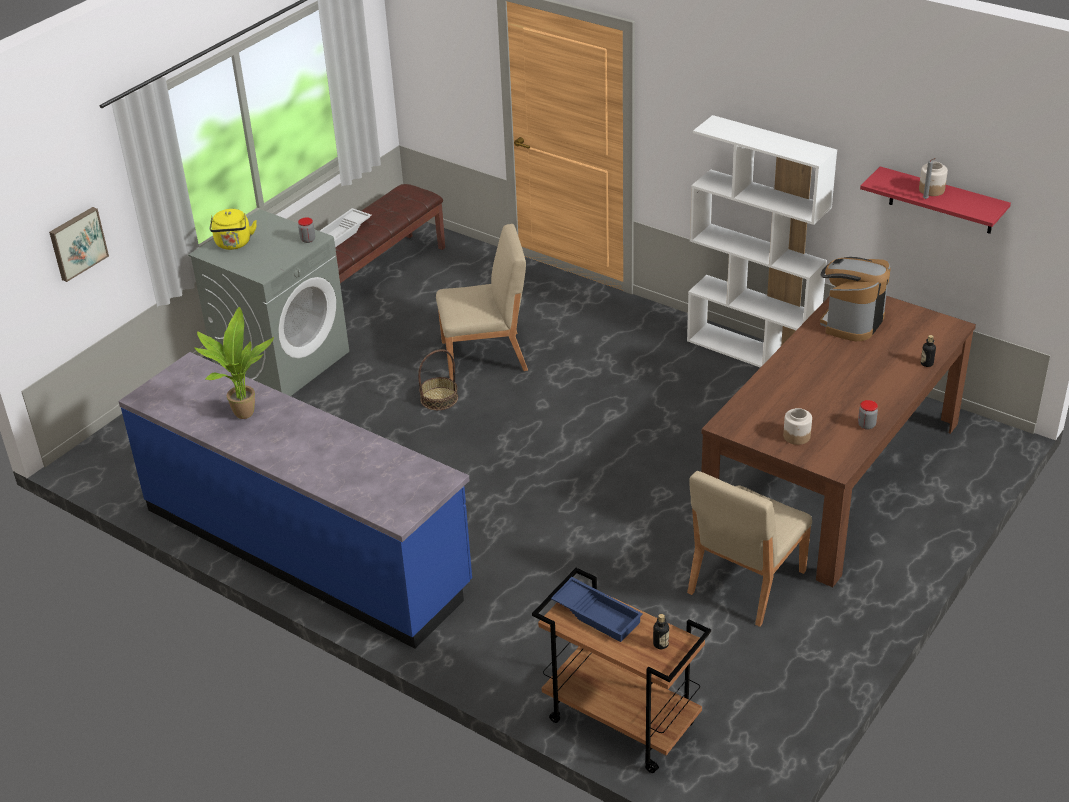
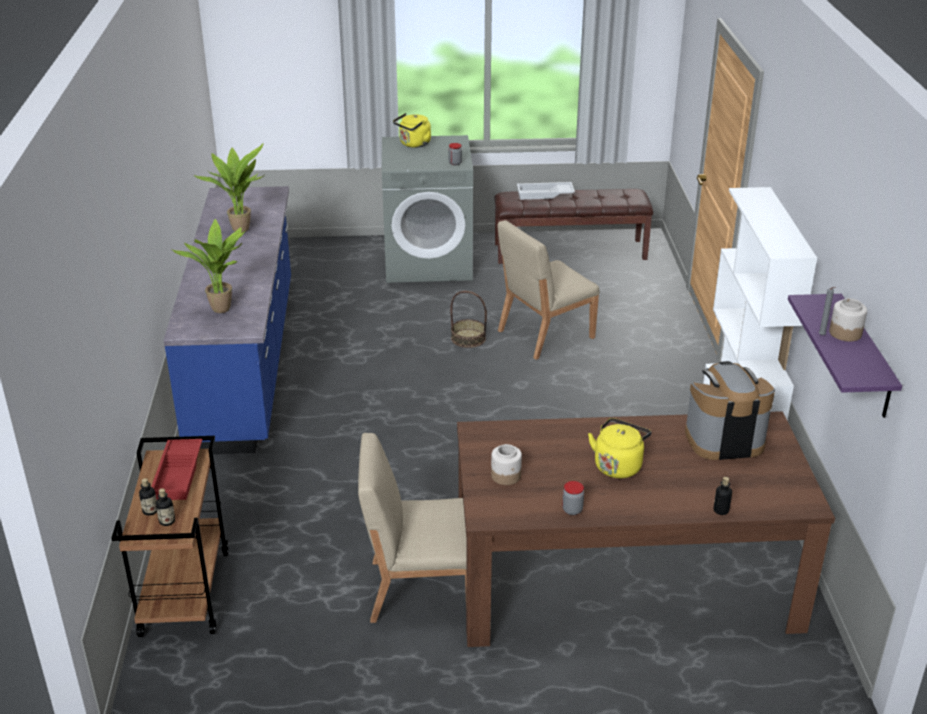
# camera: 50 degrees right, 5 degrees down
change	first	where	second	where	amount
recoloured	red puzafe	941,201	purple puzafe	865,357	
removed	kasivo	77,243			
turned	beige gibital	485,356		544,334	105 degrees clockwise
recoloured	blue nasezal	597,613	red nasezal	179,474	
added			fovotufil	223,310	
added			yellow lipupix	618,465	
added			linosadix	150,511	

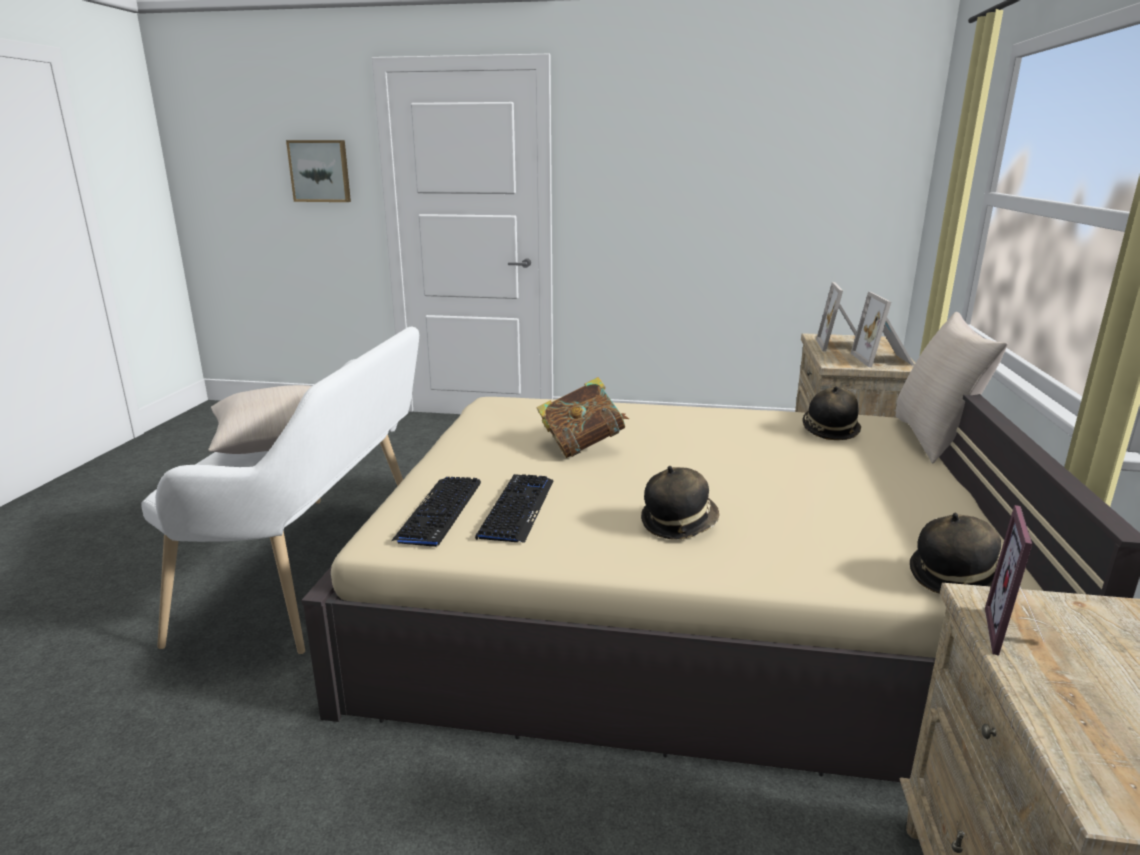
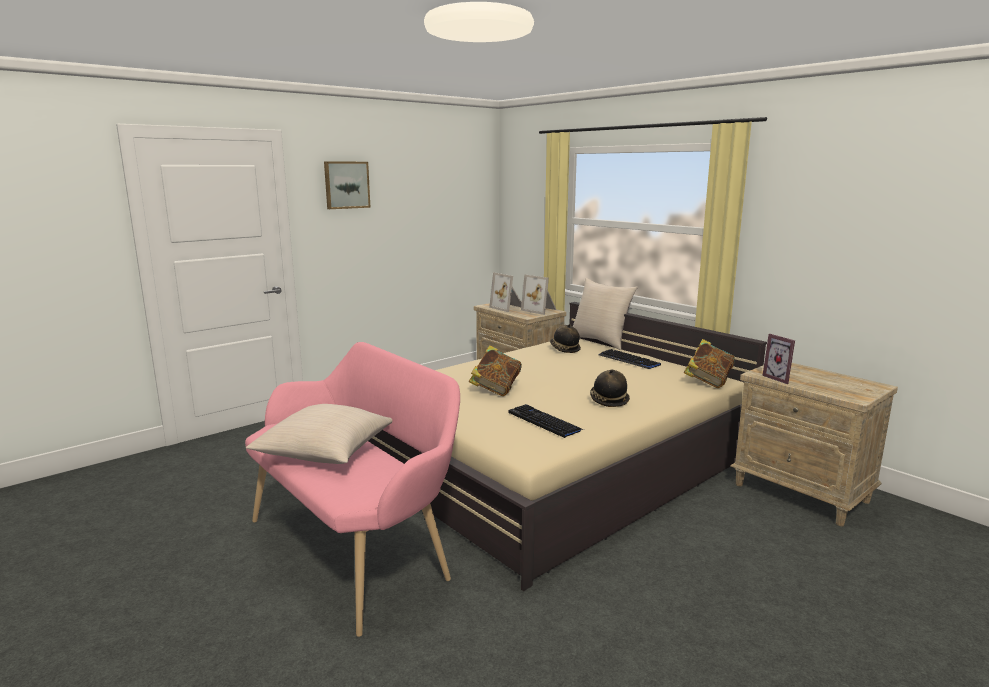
# camera: 50 degrees left, 5 degrees down
change	first	where	second	where	amount
moved	kasivo	320,171		346,185	
recoloured	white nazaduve	320,569	pink nazaduve	356,547	
moved	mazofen	439,512		629,360	
replaced	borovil	955,579	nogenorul	708,381	

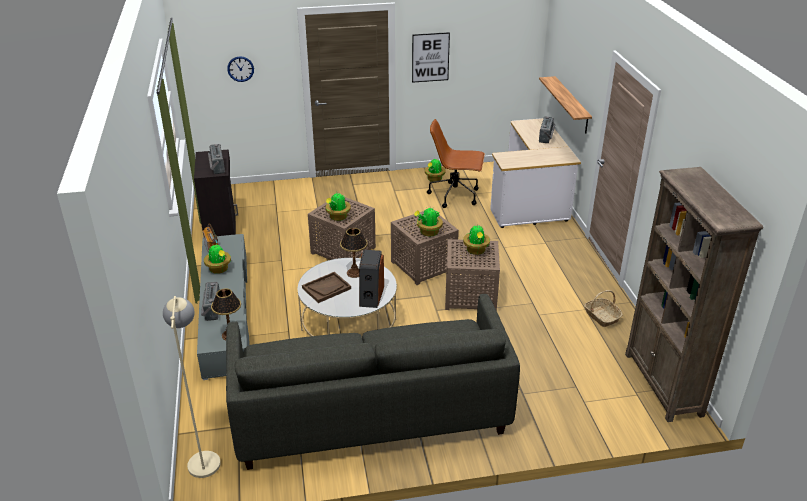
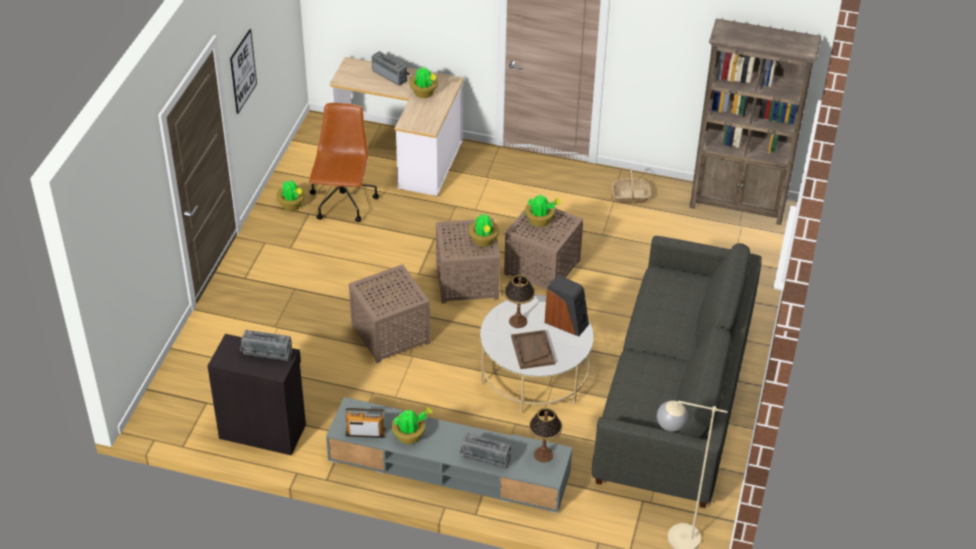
# camera: 65 degrees left, 10 degrees up
change	first	where	second	where	amount
removed	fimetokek	240,69			
removed	puzafe	571,105			
turned	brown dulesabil	455,195		343,203	150 degrees clockwise
moved	fovotufil	338,217		424,93	

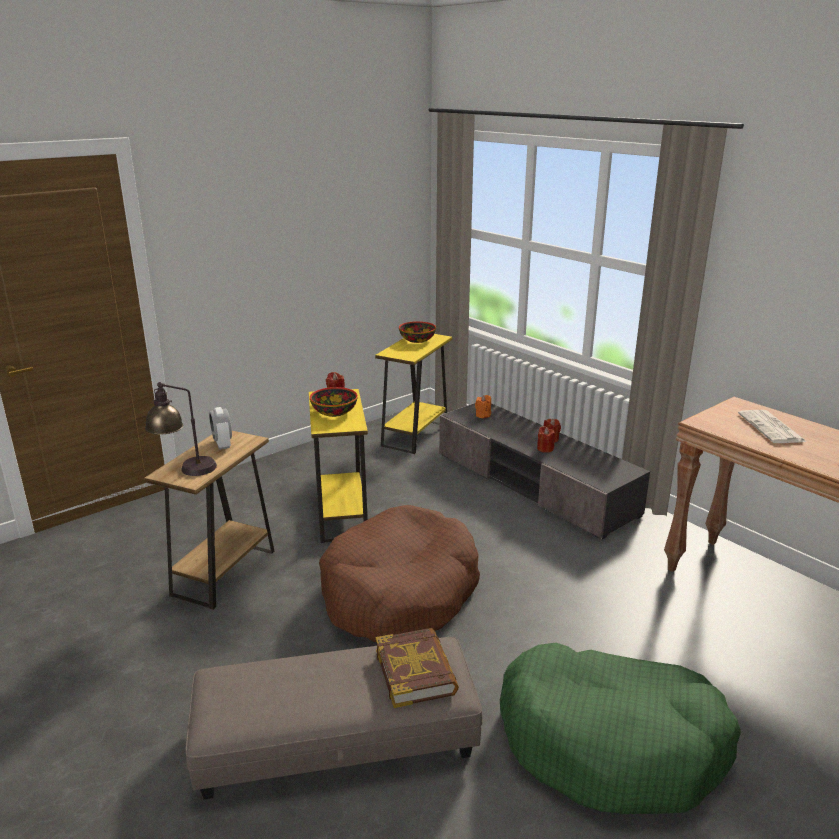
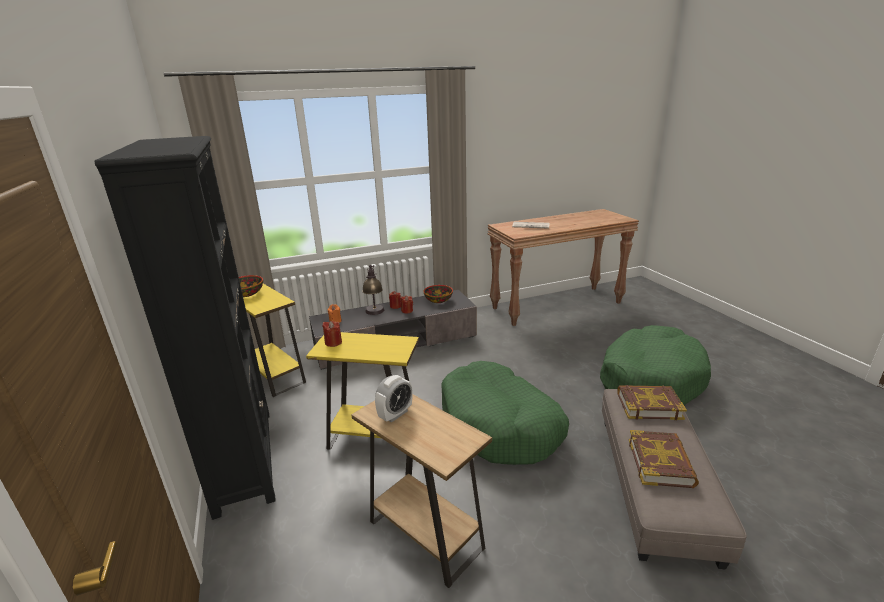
# camera: 70 degrees left, 0 degrees up
change	first	where	second	where	amount
moved	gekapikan	185,471		375,314	
moved	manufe	335,412		438,300	
turned	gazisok	222,444		395,414	45 degrees counterclockwise
recoloured	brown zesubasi	399,592	green zesubasi	500,425	
added			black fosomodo	244,458	
added			nogenorul	660,463	

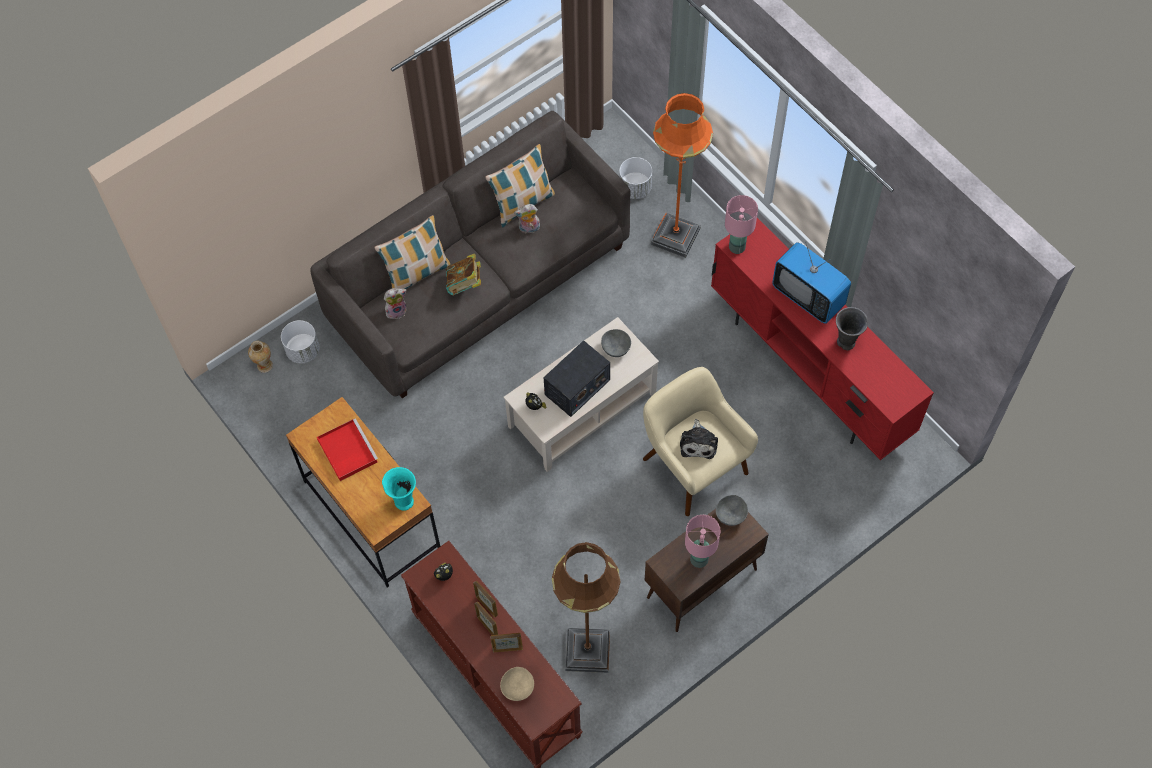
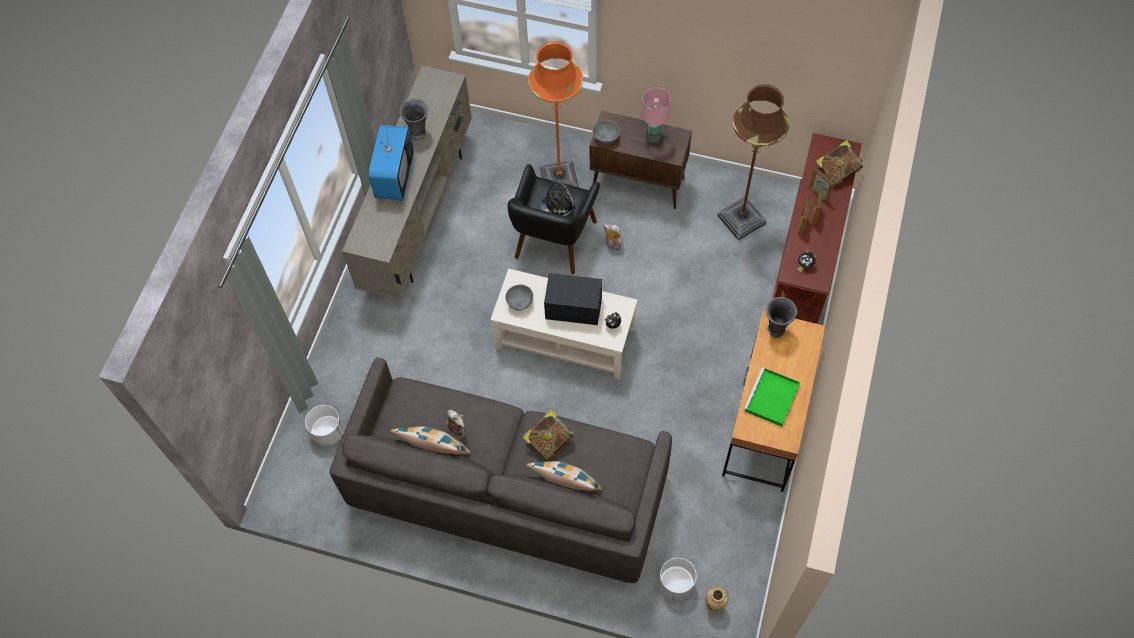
# camera: 125 degrees left, 0 degrees up
change	first	where	second	where	amount
moved	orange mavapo	675,236		559,179	
removed	pink gekapikan	737,247			
recoloured	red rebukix	810,371	beige rebukix	419,213	
moved	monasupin	396,310		612,245	
recoloured	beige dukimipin	693,465	black dukimipin	554,240	
recoloured	red nasezal	346,450	green nasezal	771,399	
recoloured	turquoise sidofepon	403,501	grey sidofepon	775,330	
replaced	beige manufe	518,688	nogenorul	837,171	

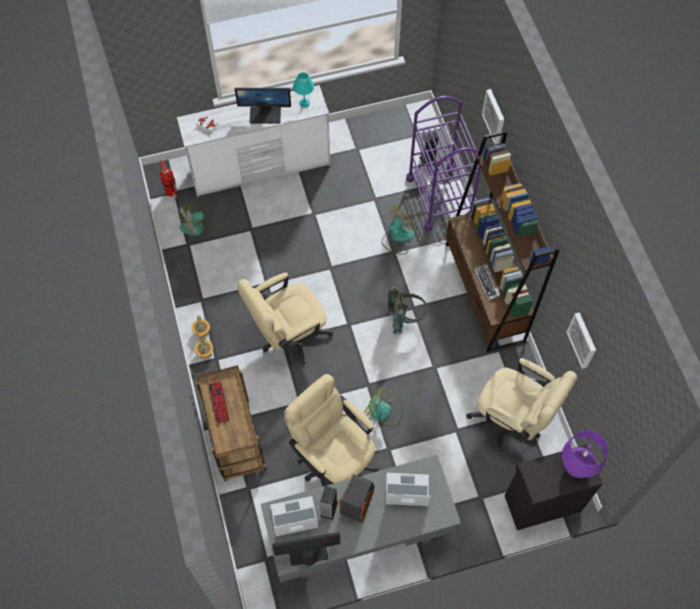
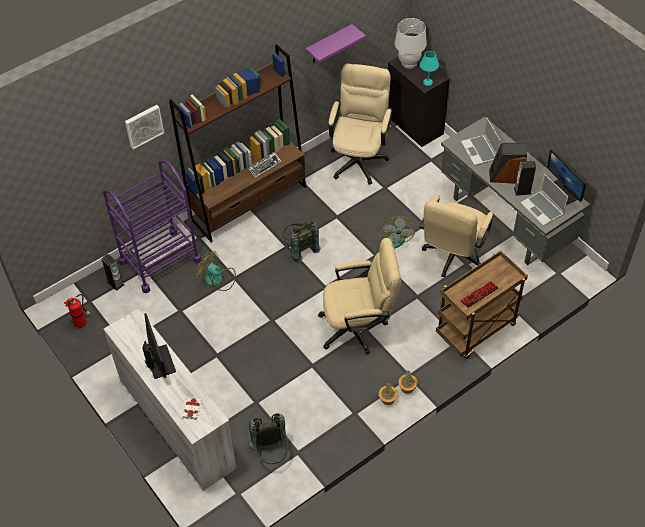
# camera: 110 degrees left, 10 degrees down
change	first	where	second	where	amount
moved	turquoise gekapikan	304,103		427,83	
moved	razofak	172,193		82,323	
replaced	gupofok	197,225	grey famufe	272,453	
turned	beige dulesabil	288,337		359,327	45 degrees counterclockwise
replaced	kasivo	583,340	purple puzafe	329,44	
recoloured	purple gekapikan	576,467	white gekapikan	409,63	

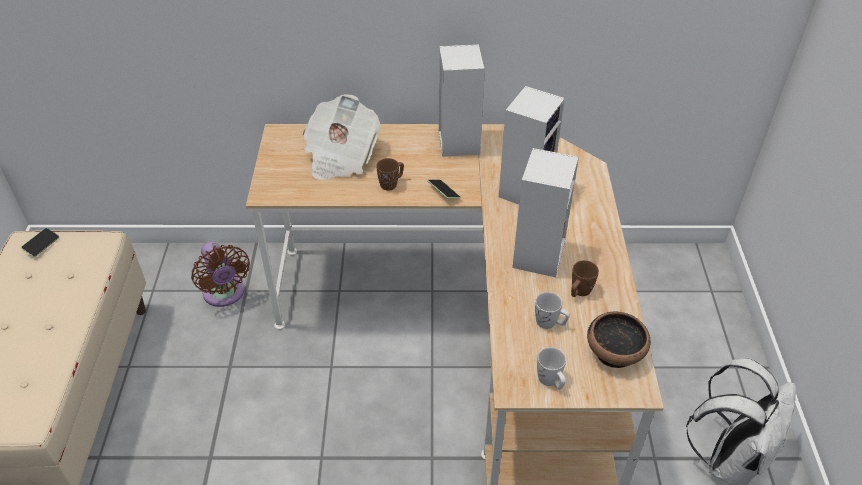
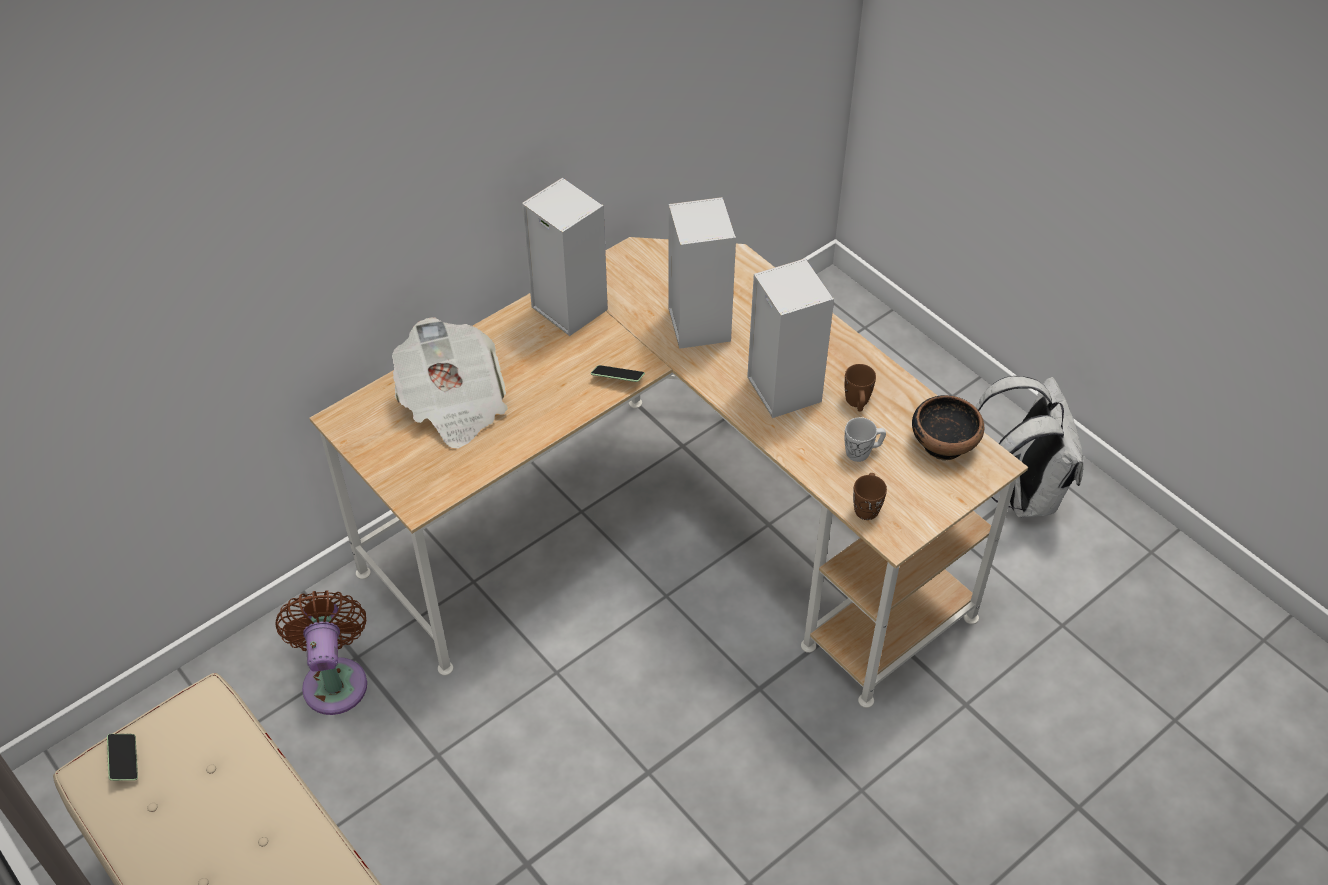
# camera: 40 degrees left, 5 degrees up
change	first	where	second	where	amount
moved	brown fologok	391,183		867,506	
turned	brown gupofok	225,294		335,679	120 degrees counterclockwise
removed	white fologok	551,381			

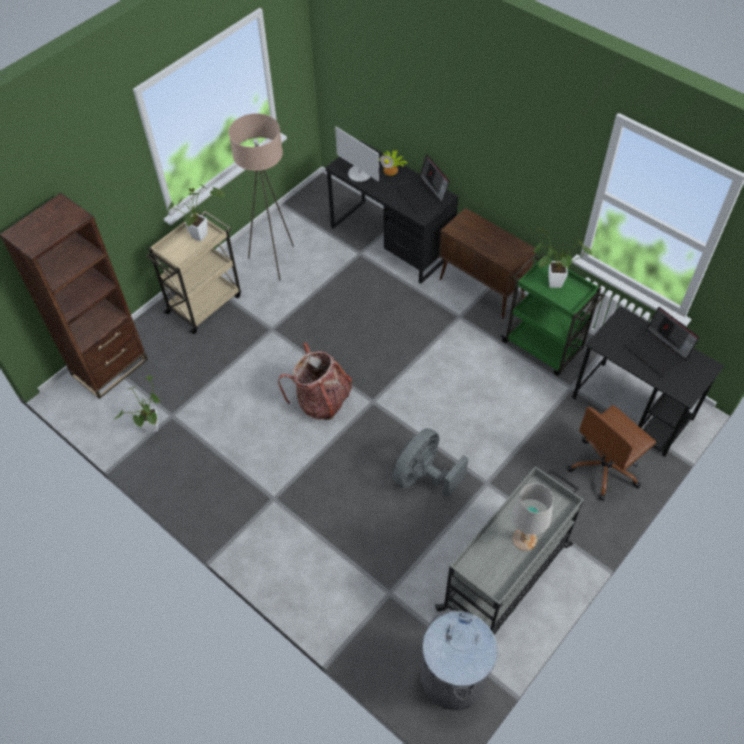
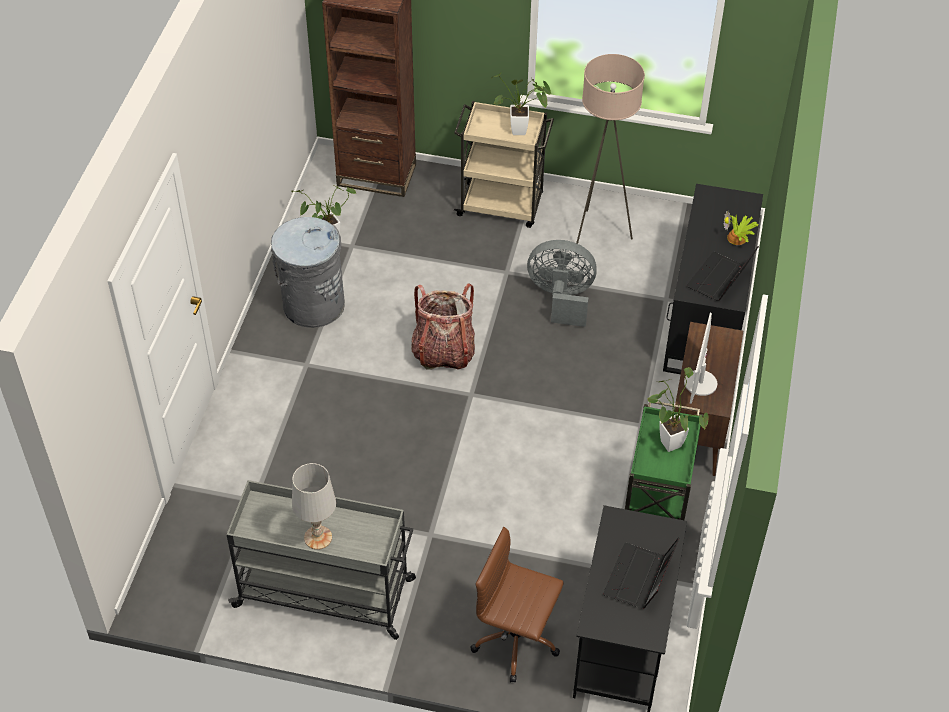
# camera: 60 degrees right, 5 degrees down
change	first	where	second	where	amount
moved	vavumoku	359,174		700,383	
moved	grey gupofok	424,476		561,298	
moved	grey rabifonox	452,677		313,304	

